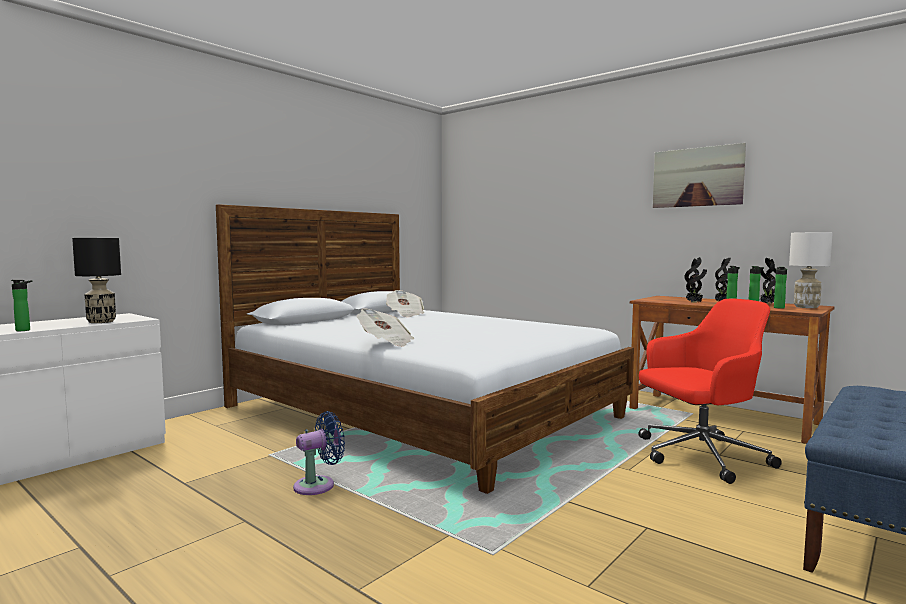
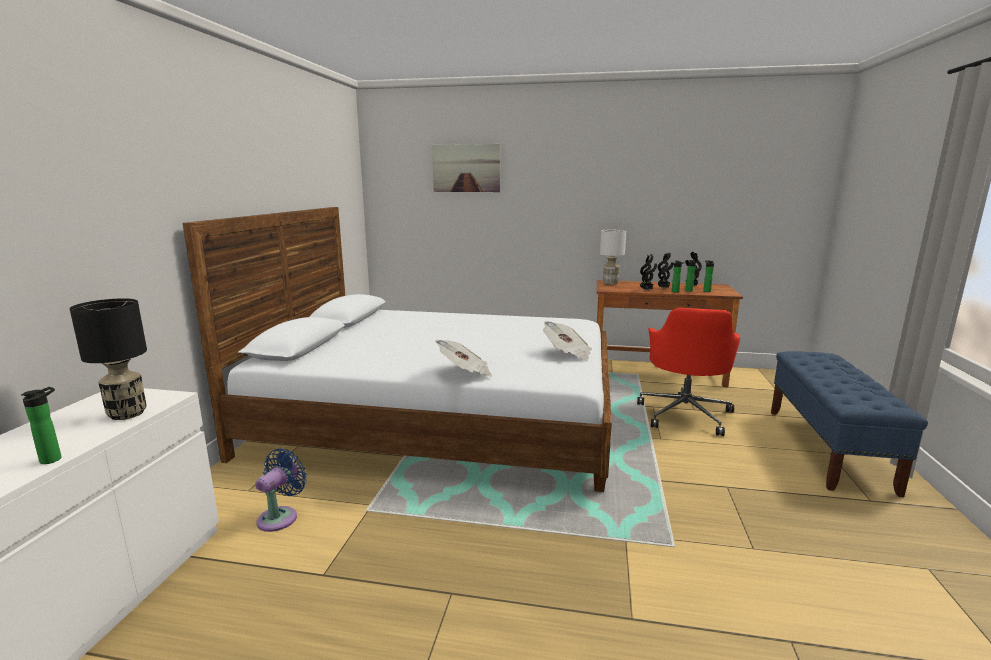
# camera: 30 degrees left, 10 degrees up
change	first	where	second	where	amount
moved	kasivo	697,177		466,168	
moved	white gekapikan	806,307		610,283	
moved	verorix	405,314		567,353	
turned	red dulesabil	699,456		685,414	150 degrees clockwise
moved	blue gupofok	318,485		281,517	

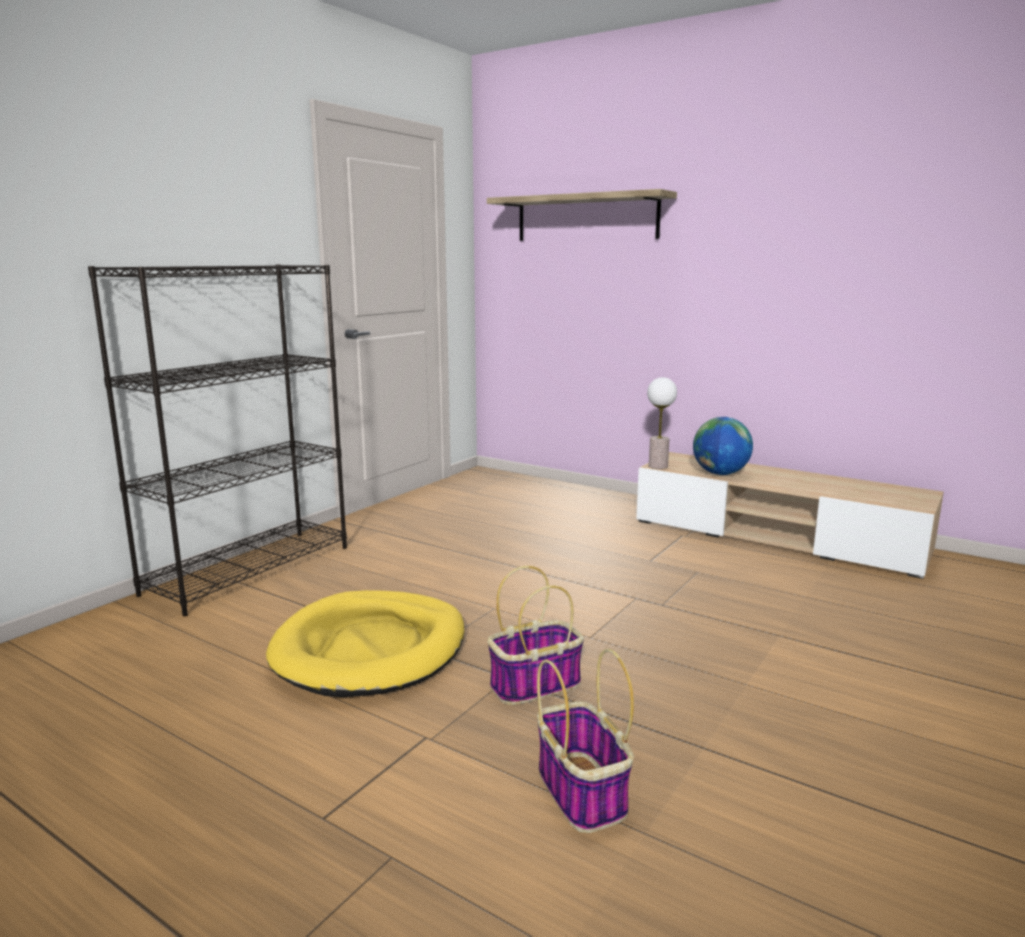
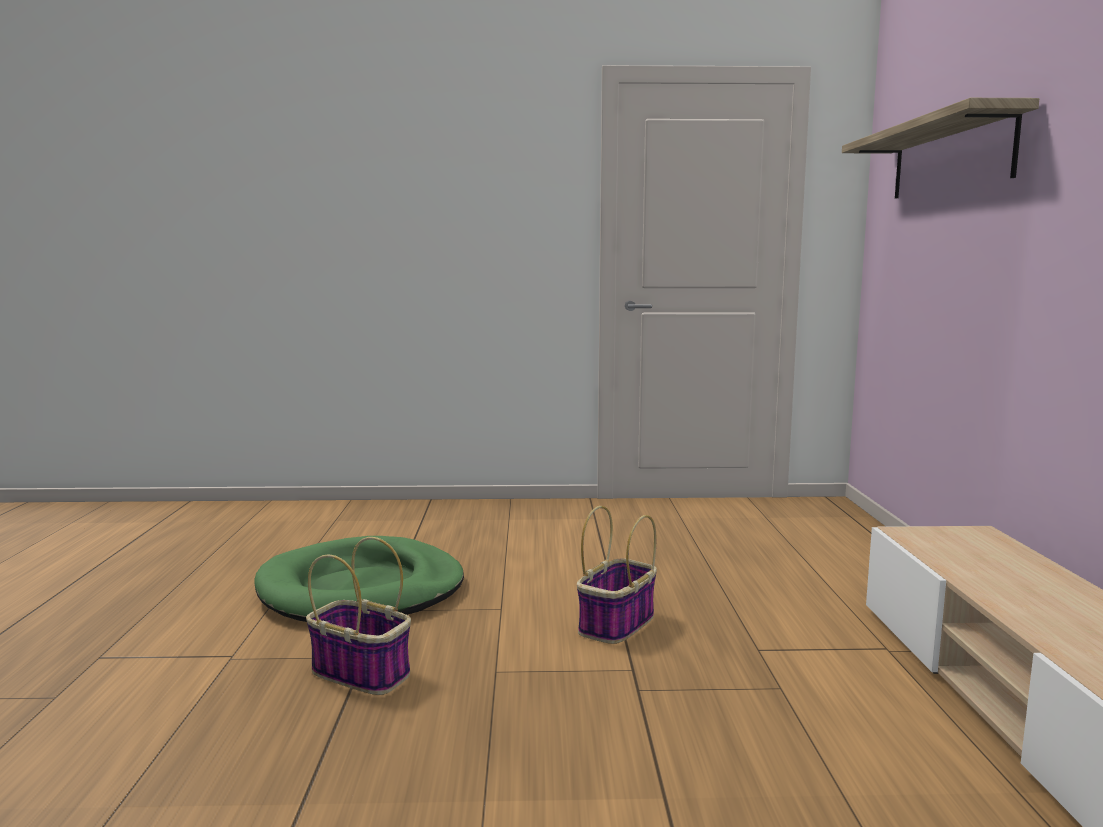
# camera: 55 degrees right, 5 degrees down
change	first	where	second	where	amount
removed	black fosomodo	250,569			
removed	gekapikan	657,466			
removed	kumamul	720,474			
recoloured	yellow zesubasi	371,649	green zesubasi	362,590	
moved	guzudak	582,792		616,625	

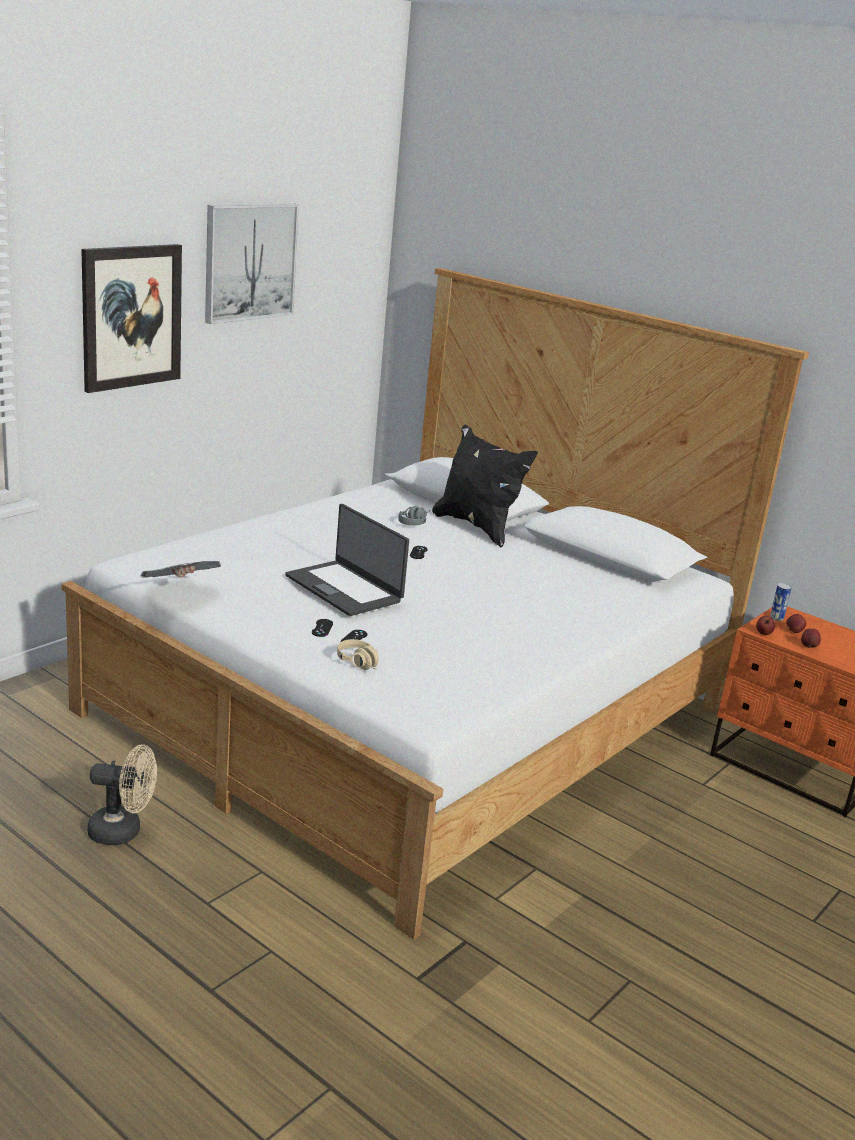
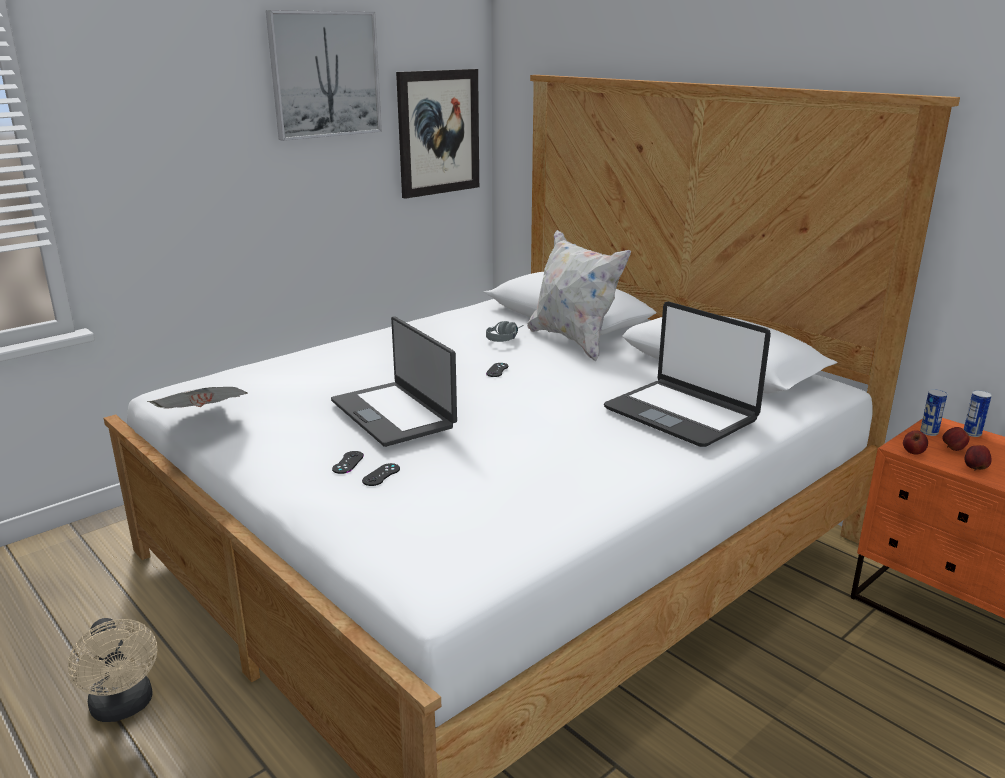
# camera: 10 degrees right, 0 degrees up
change	first	where	second	where	amount
moved	kasivo	131,316		438,132	
recoloured	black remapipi	477,527	white remapipi	573,341	
removed	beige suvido	361,664			
turned	beige gupofok	123,831		124,707	45 degrees clockwise
added			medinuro	681,414	
added			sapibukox	972,433	

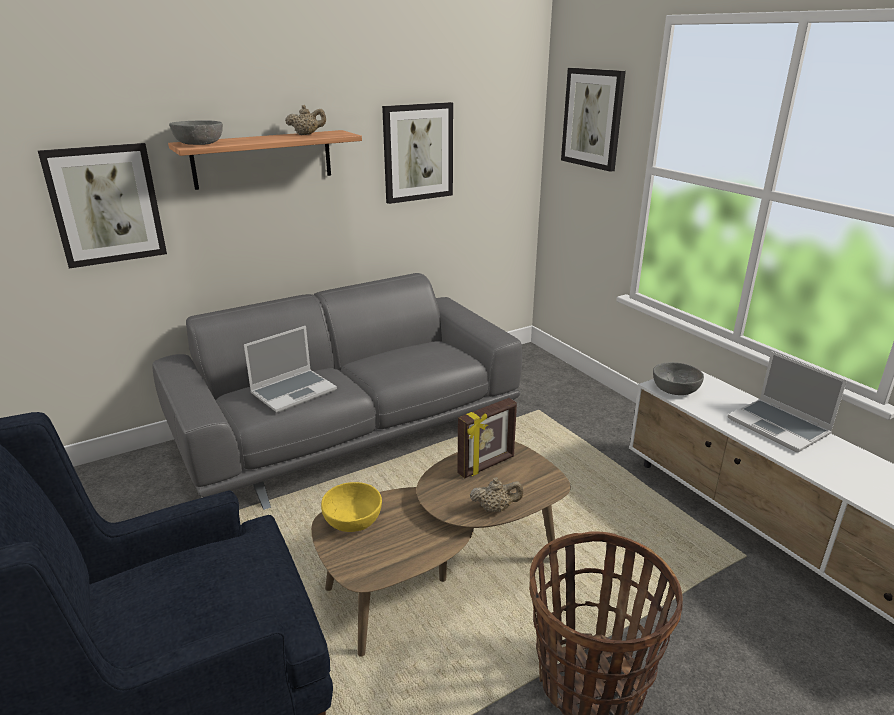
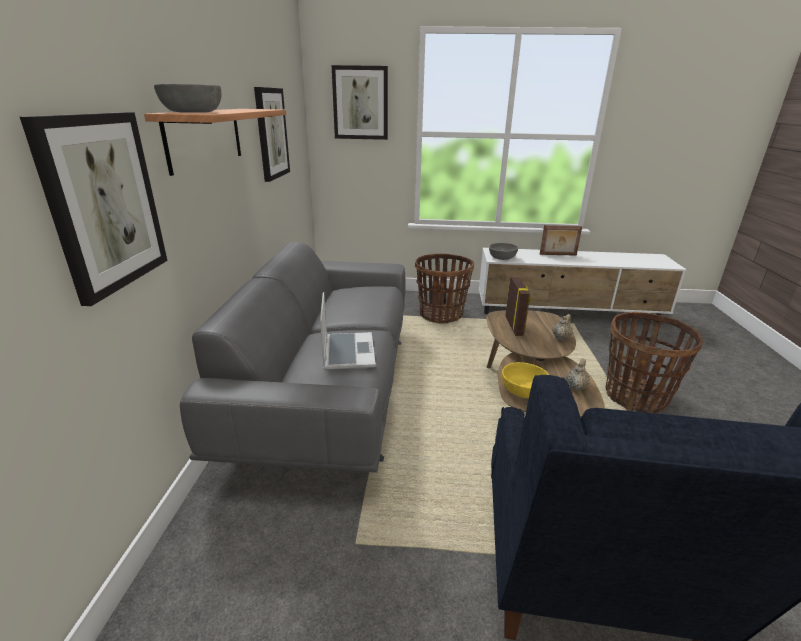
# camera: 55 degrees left, 0 degrees up
change	first	where	second	where	amount
moved	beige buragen	307,134		576,386	
replaced	medinuro	780,427	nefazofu	558,255	
added			guzudak	441,315	

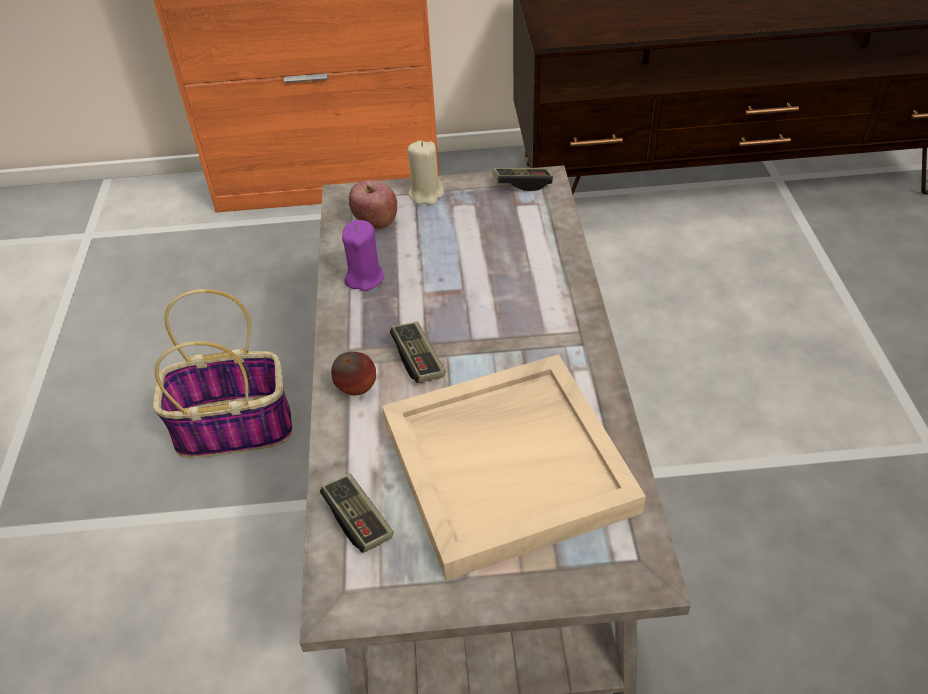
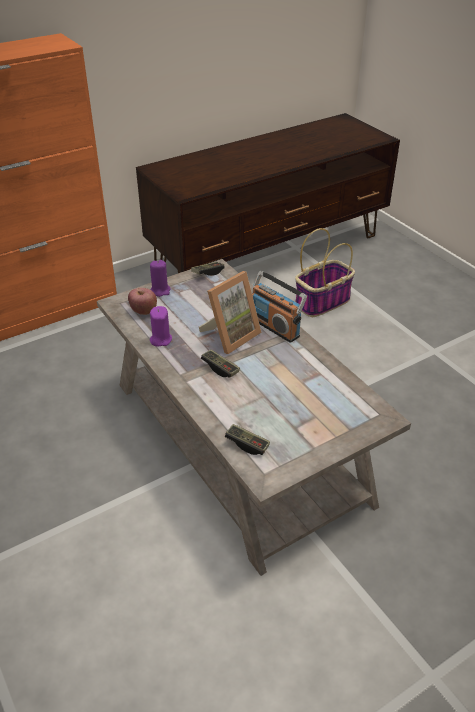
# camera: 30 degrees left, 5 degrees down
change	first	where	second	where	amount
recoloured	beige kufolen	426,194	purple kufolen	160,290	
moved	guzudak	236,427		322,302	
removed	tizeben	357,390			
removed	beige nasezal	508,464			
added			nefazofu	230,335	
added			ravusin	275,327	

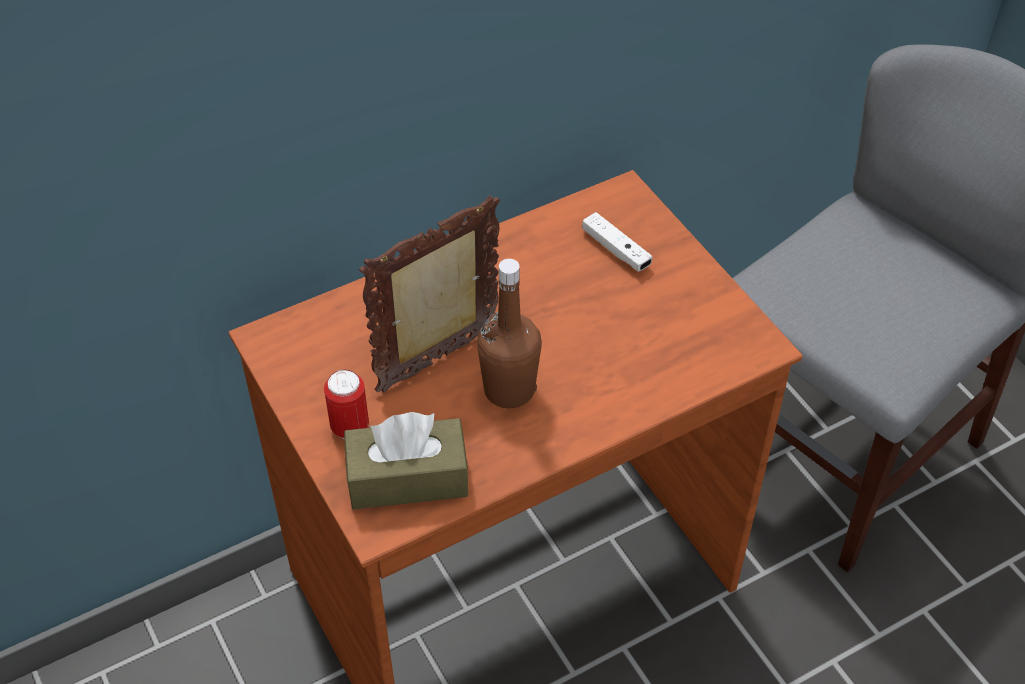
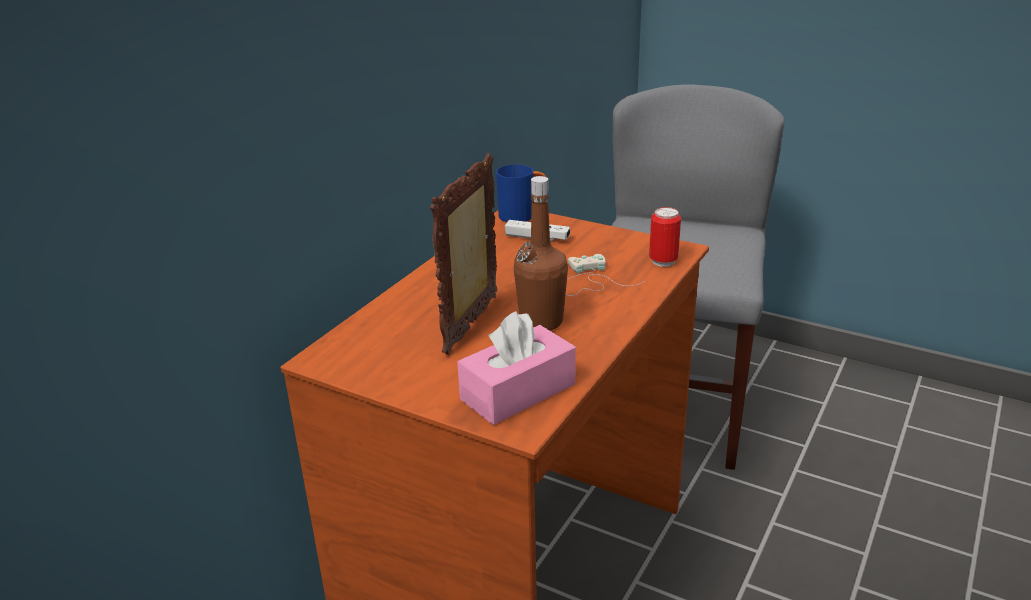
# camera: 30 degrees left, 20 degrees down
change	first	where	second	where	amount
moved	sapibukox	350,427		663,261	
recoloured	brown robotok	407,478	pink robotok	518,392	
added			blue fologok	523,215	
added			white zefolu	590,281	

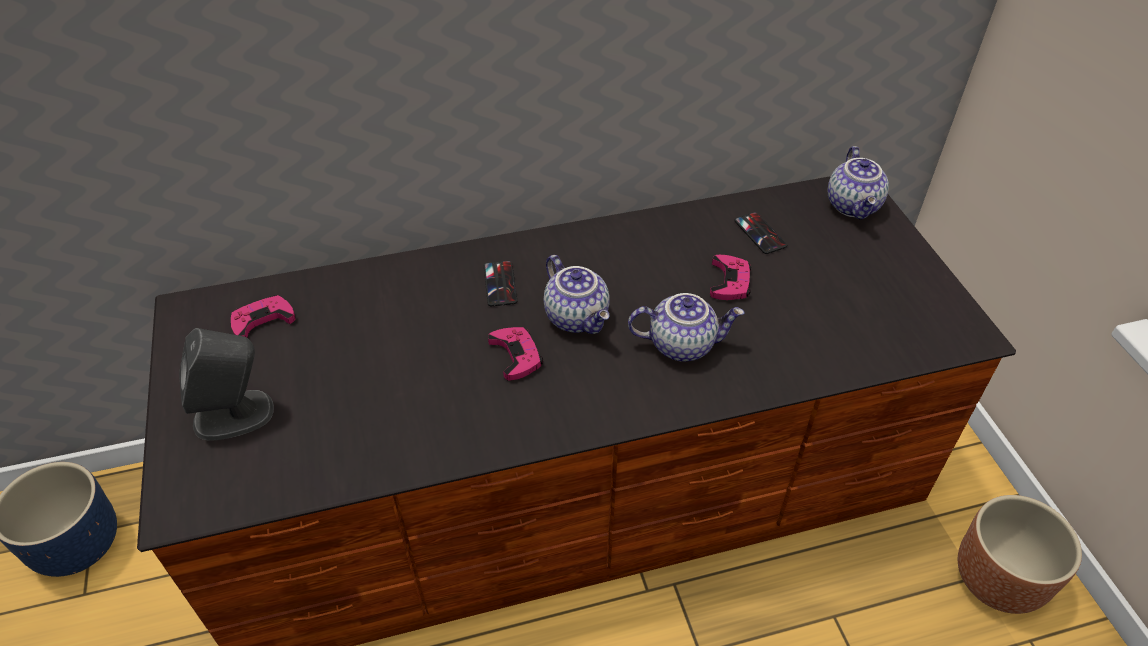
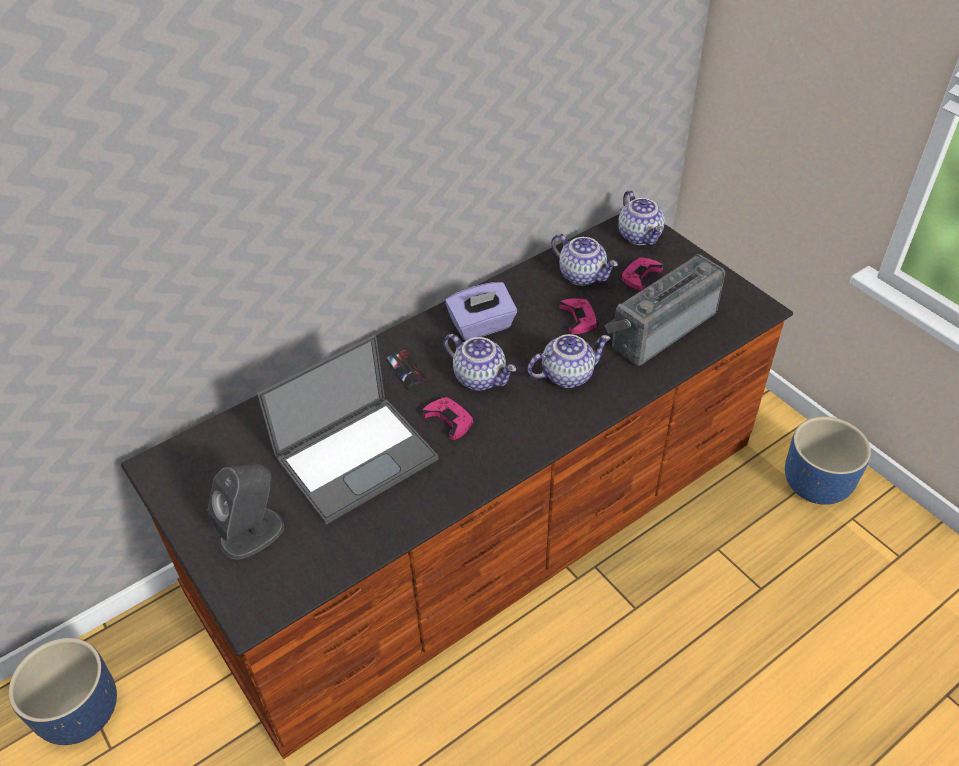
# camera: 20 degrees left, 0 degrees up
change	first	where	second	where	amount
replaced	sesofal	760,233	buragen	583,275	
moved	pink zefolu	262,320		640,276	
recoloured	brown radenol	998,580	blue radenol	817,484	
added			ravusin	659,327	
added			purple robotok	482,326	
added			medinuro	357,457	

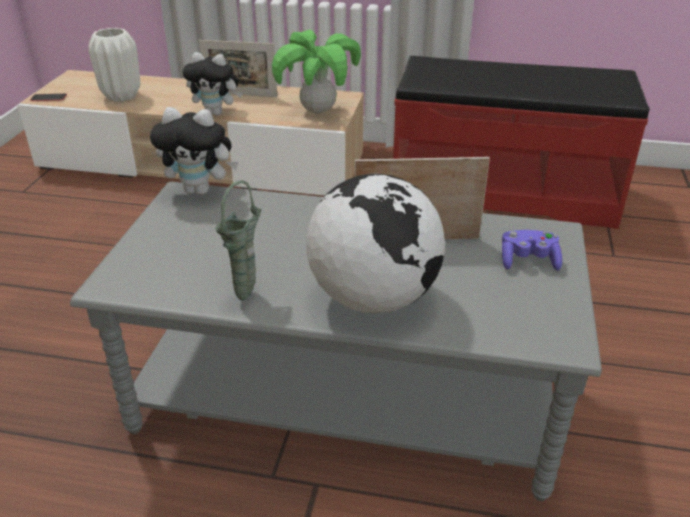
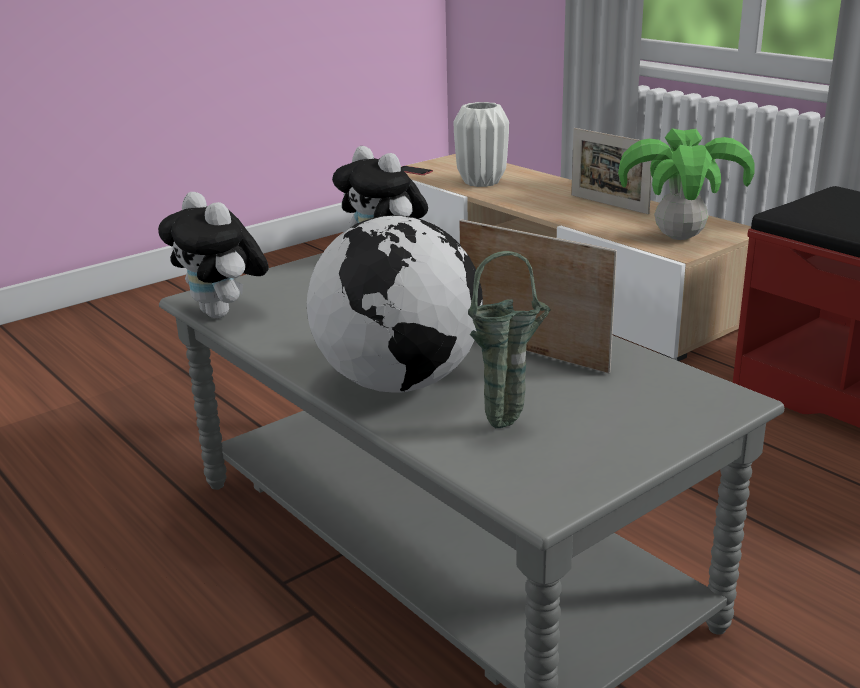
# camera: 40 degrees right, 10 degrees down
change	first	where	second	where	amount
moved	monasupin	216,113		223,314	
moved	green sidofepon	247,295		508,424	
removed	purple zefolu	528,261			

